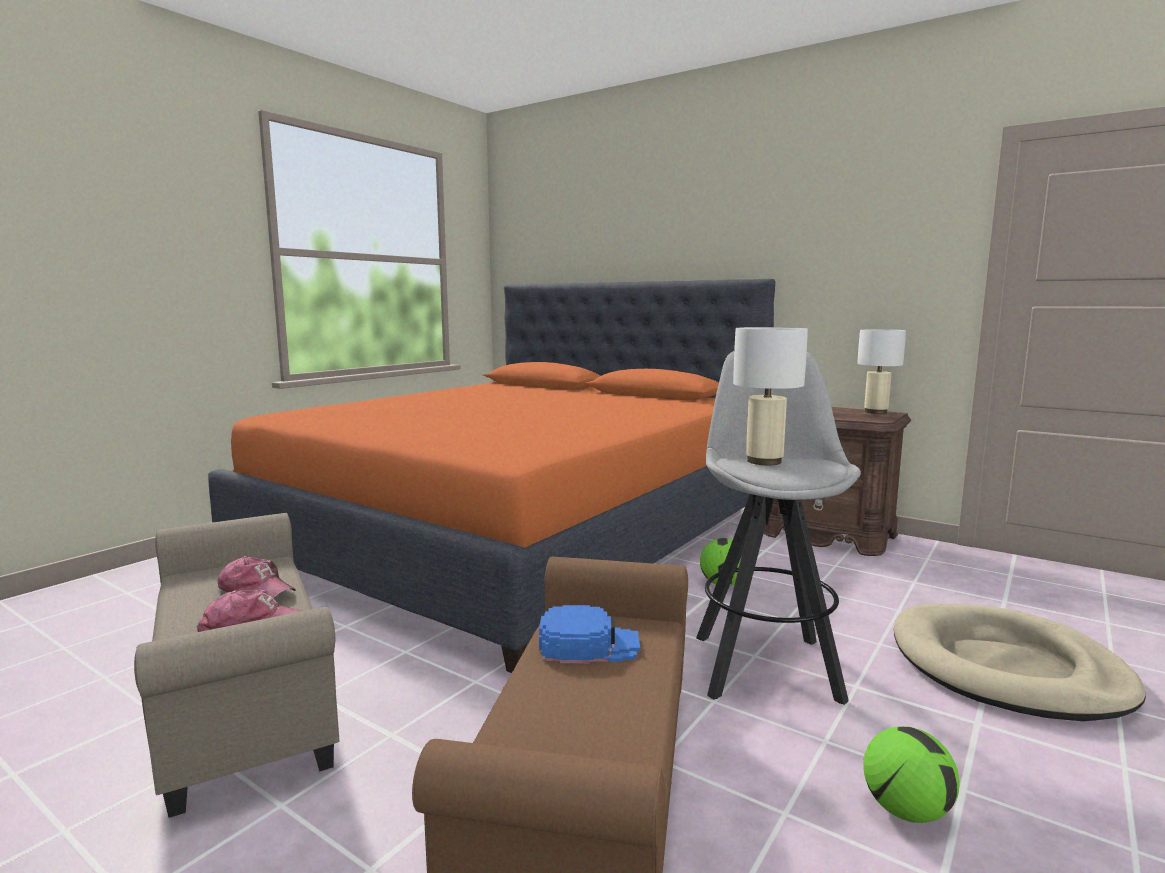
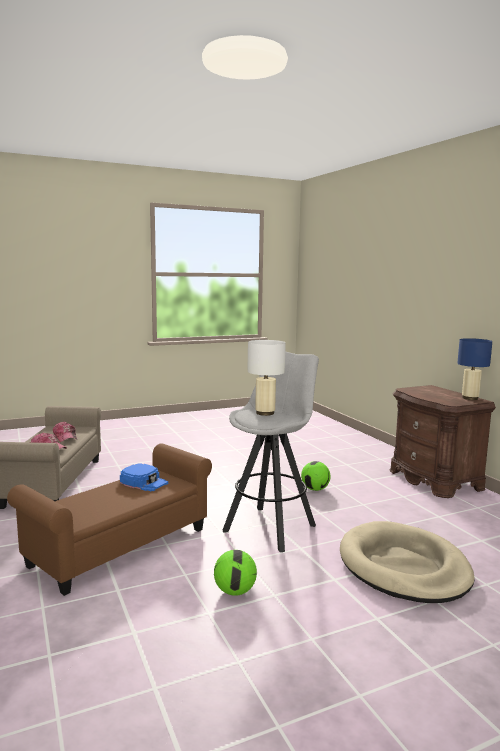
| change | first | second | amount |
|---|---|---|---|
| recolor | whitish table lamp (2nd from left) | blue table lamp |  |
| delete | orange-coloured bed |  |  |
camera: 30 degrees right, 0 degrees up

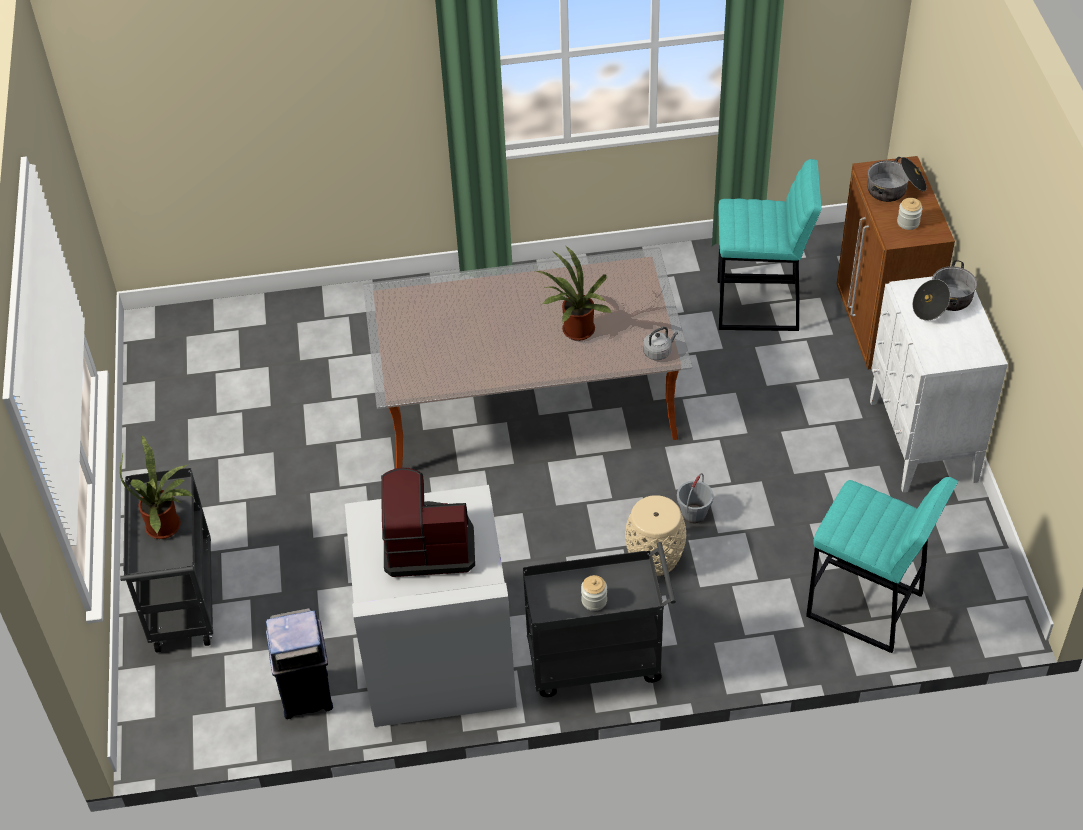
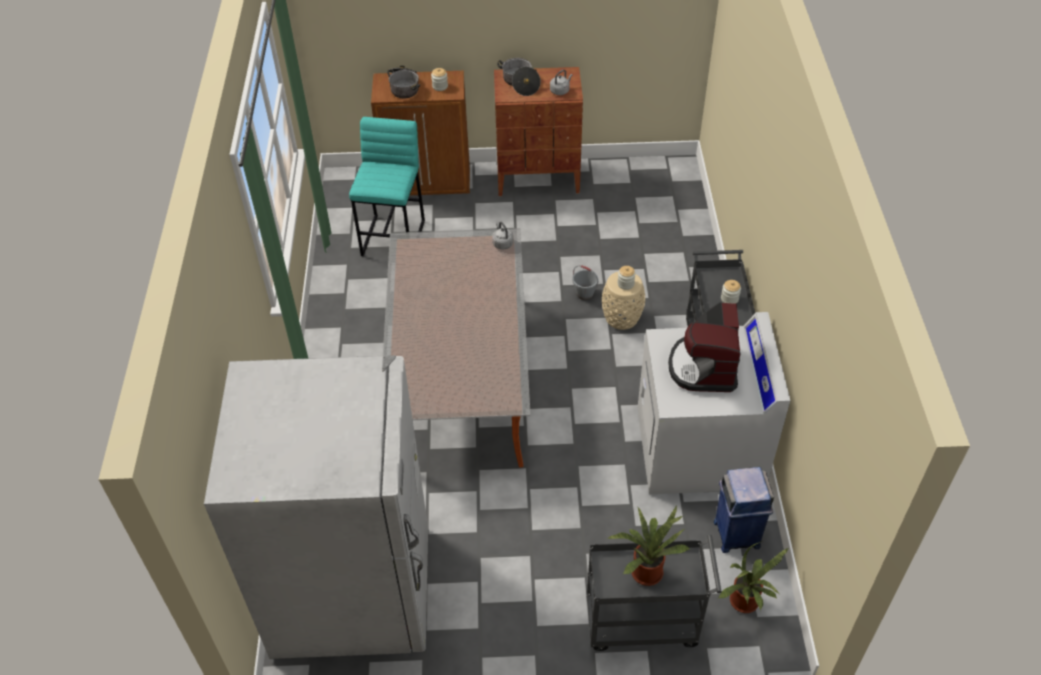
| change | first | second | amount |
|---|---|---|---|
| insert |  | whitish kitchen fridge |  |
| recolor | whitish dresser | brown dresser |  |
| insert |  | gray kettle (2nd from left) |  |
| insert |  | storage jar (2nd from left) |  |
| move | potted plant (2nd from left) |  |  |
| delete | blue-green sitting stool (2nd from left) |  |  |
camera: 85 degrees left, 0 degrees up

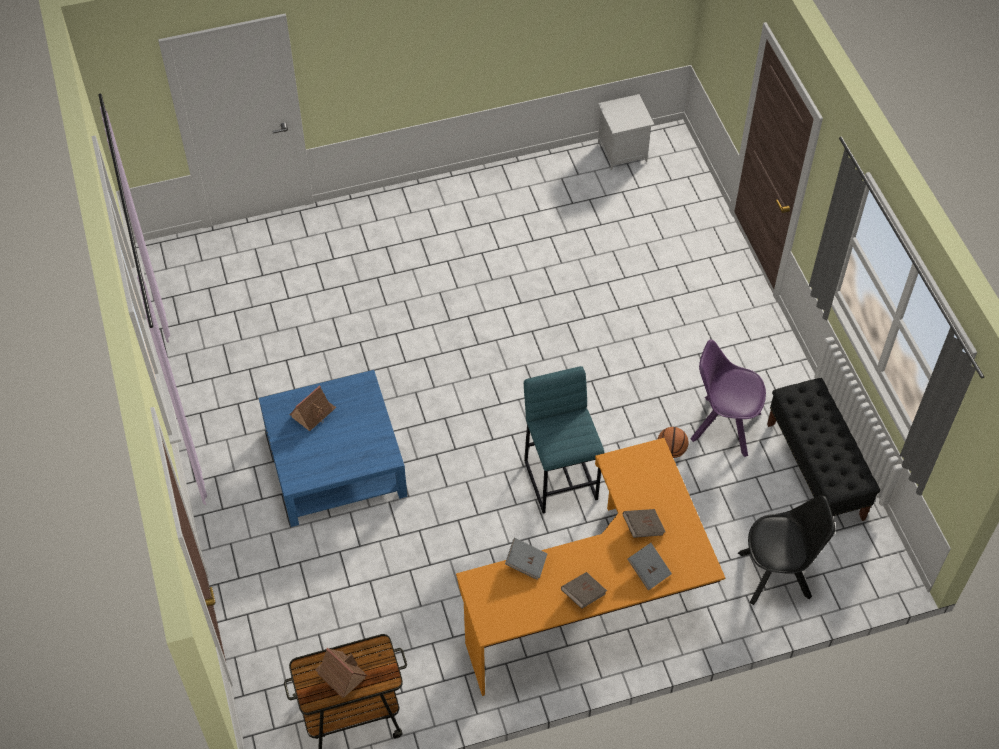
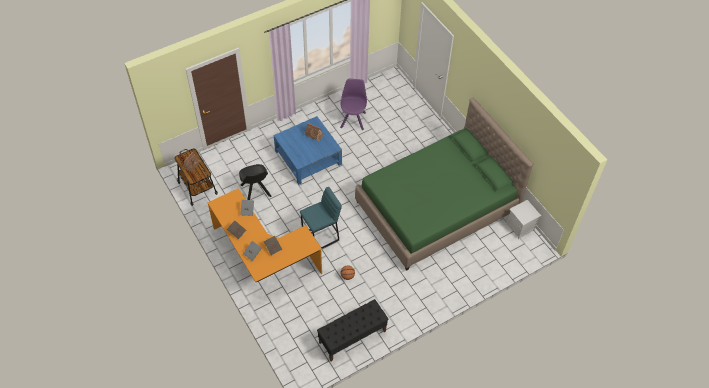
| change | first | second | amount |
|---|---|---|---|
| move | black chair |  |  |
| move | purplish chair |  |  |
| insert |  | greenish bed |  |
camera: 75 degrees right, 0 degrees up

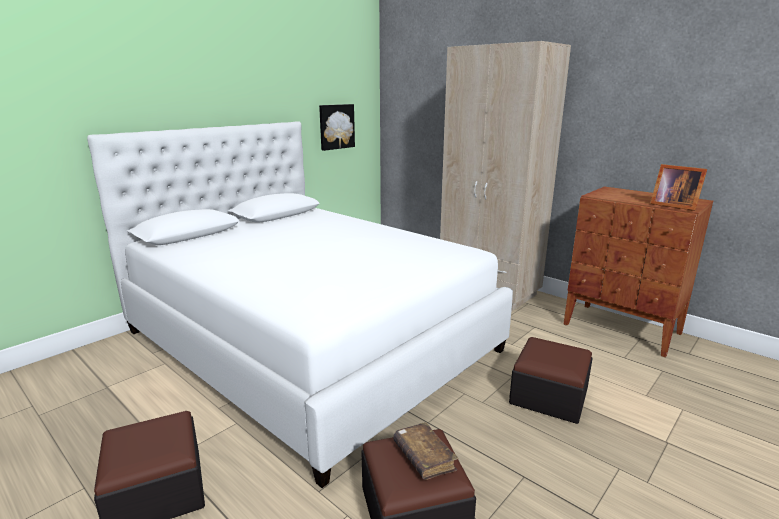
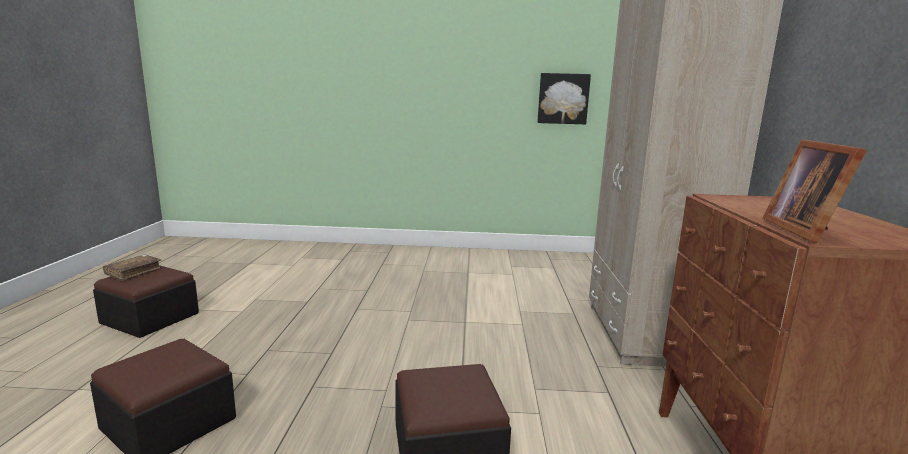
| change | first | second | amount |
|---|---|---|---|
| move | brown bound book |  |  |
| delete | whitish bed |  |  |
camera: 50 degrees right, 5 degrees down

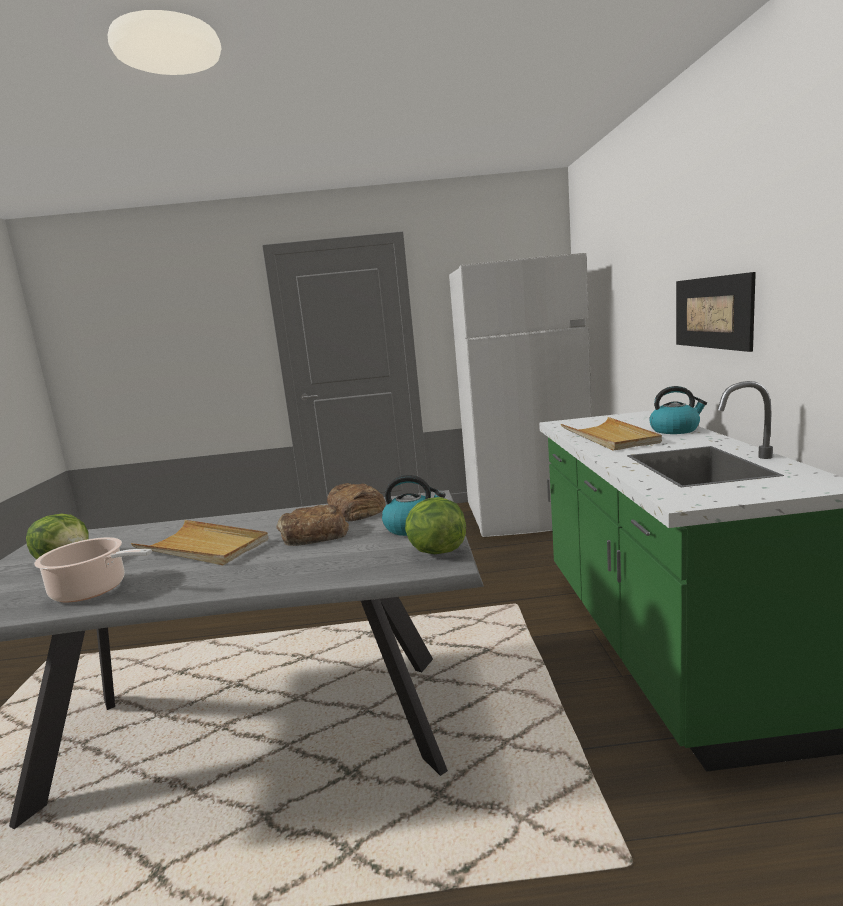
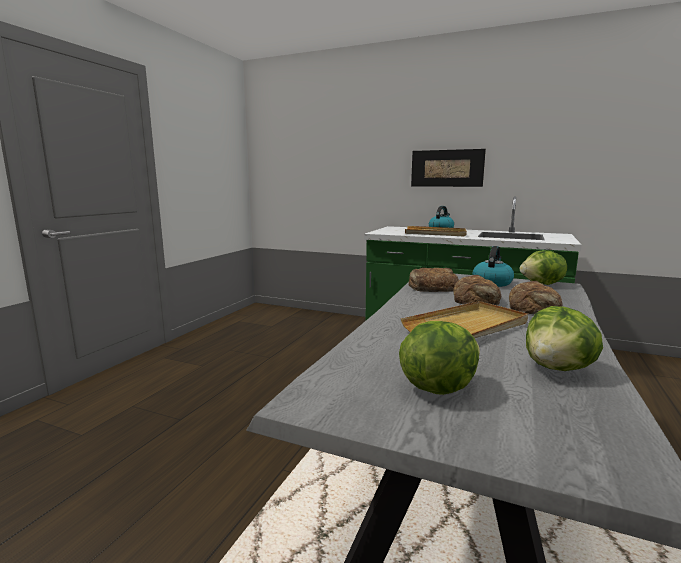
| change | first | second | amount |
|---|---|---|---|
| insert |  | bread (3rd from left) |  |
| replace | saucepot | head of lettuce (3rd from left) |  |
| delete | whitish kitchen fridge |  |  |
camera: 65 degrees left, 0 degrees up

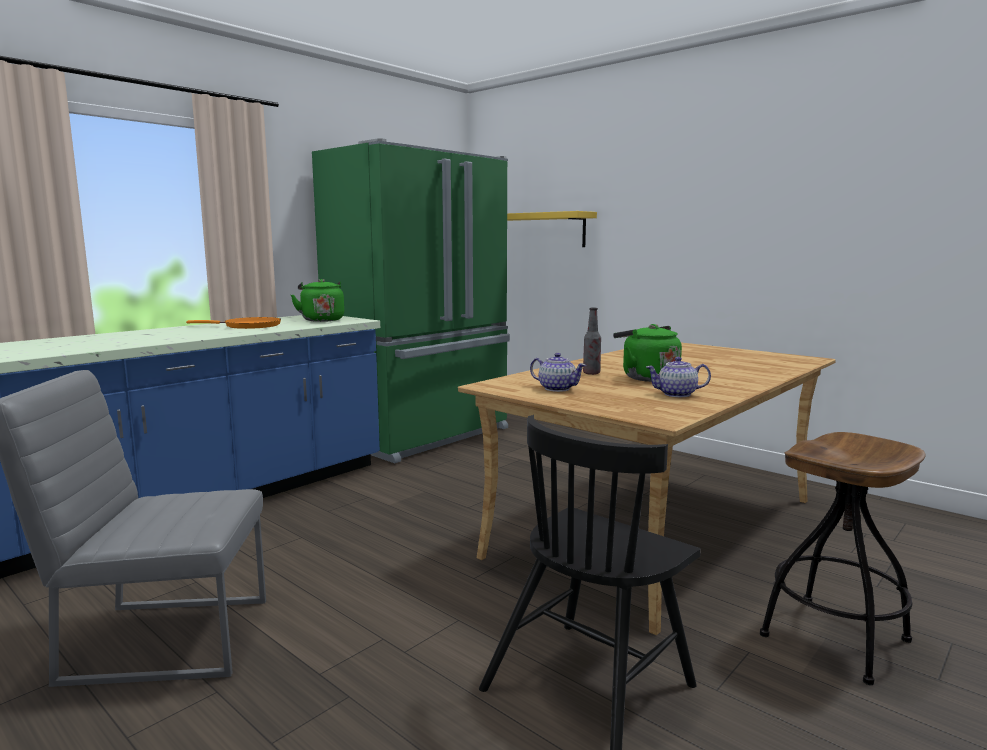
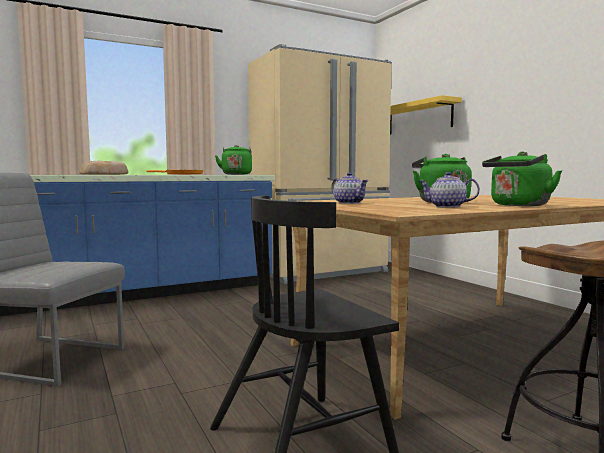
| change | first | second | amount |
|---|---|---|---|
| insert |  | bread |  |
| recolor | greenish kitchen fridge | beige-coloured kitchen fridge |  |
| insert |  | greenish kettle (3rd from left) |  |
| delete | bottle |  |  |
camera: 20 degrees right, 5 degrees down

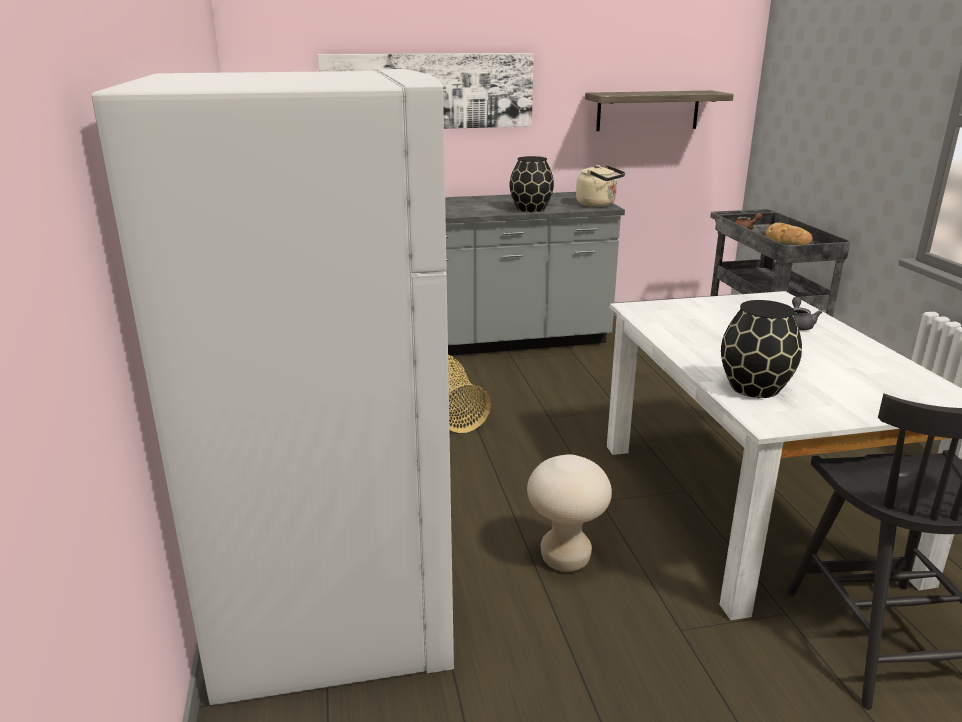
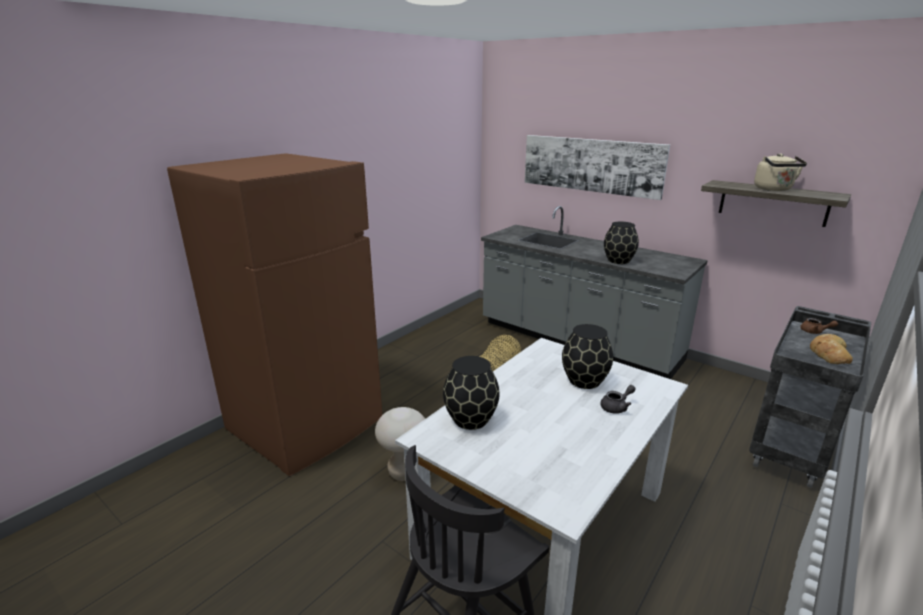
| change | first | second | amount |
|---|---|---|---|
| recolor | whitish kitchen fridge | brown kitchen fridge |  |
| insert |  | black vase (2nd from left) |  |
| move | beige-coloured kettle |  |  |
camera: 50 degrees right, 0 degrees up

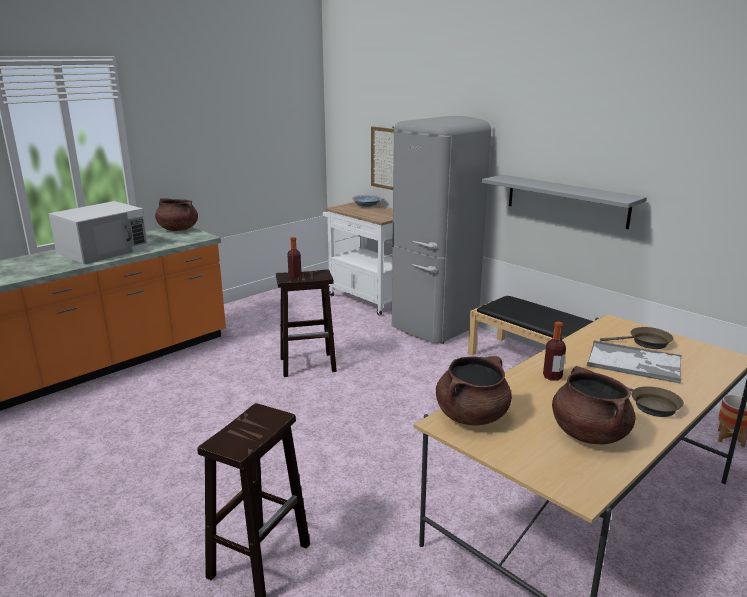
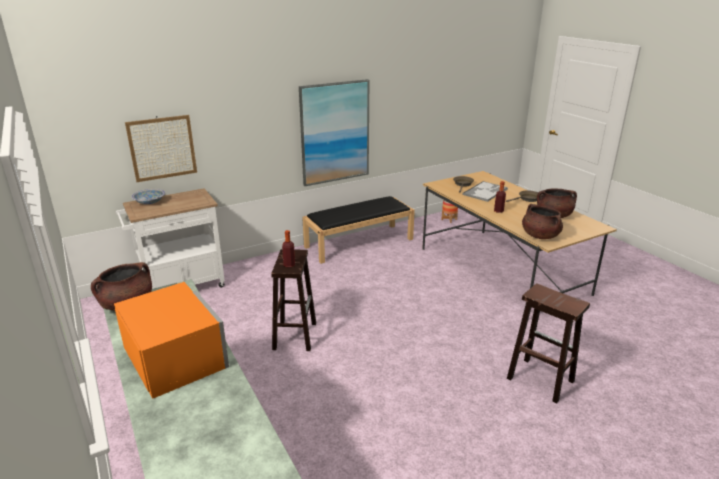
| change | first | second | amount |
|---|---|---|---|
| recolor | whitish microwave | orange-coloured microwave |  |
| replace | gray bracket shelf | picture (2nd from left) |  |
| delete | gray kitchen fridge |  |  |
camera: 75 degrees left, 5 degrees up

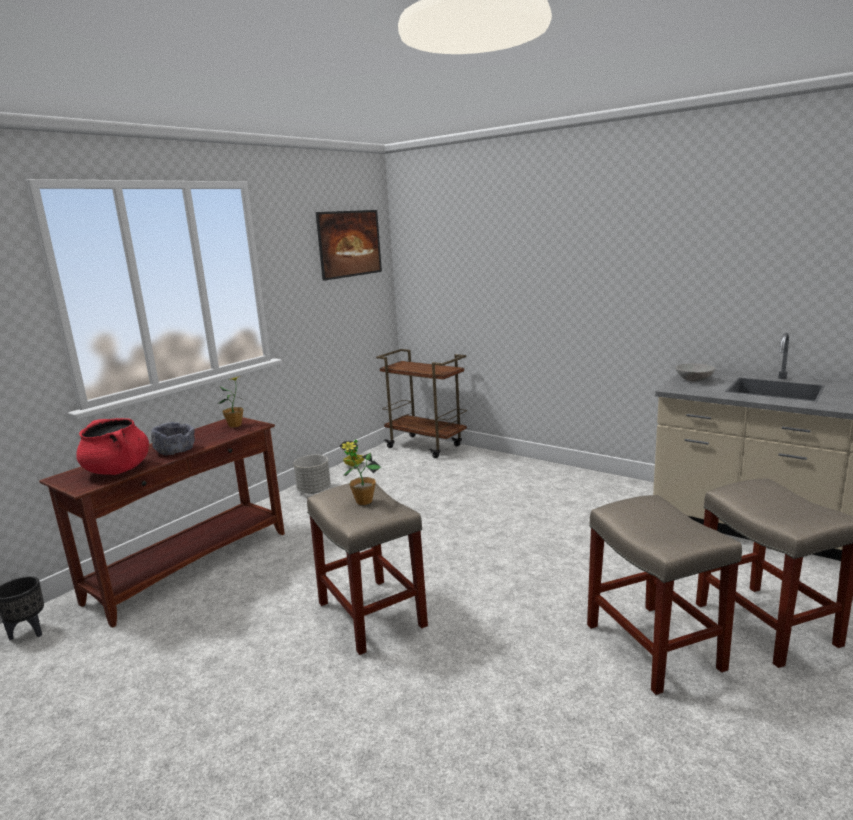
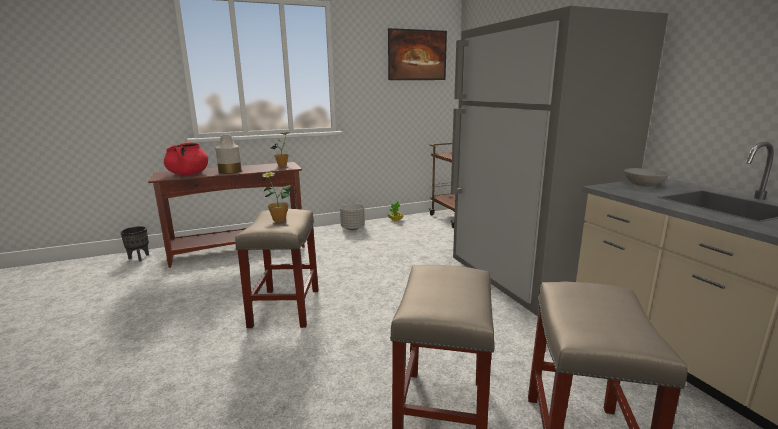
| change | first | second | amount |
|---|---|---|---|
| replace | gray bowl (1st from left) | beige-coloured vase |  |
| insert |  | gray kitchen fridge |  |
camera: 30 degrees right, 0 degrees up

